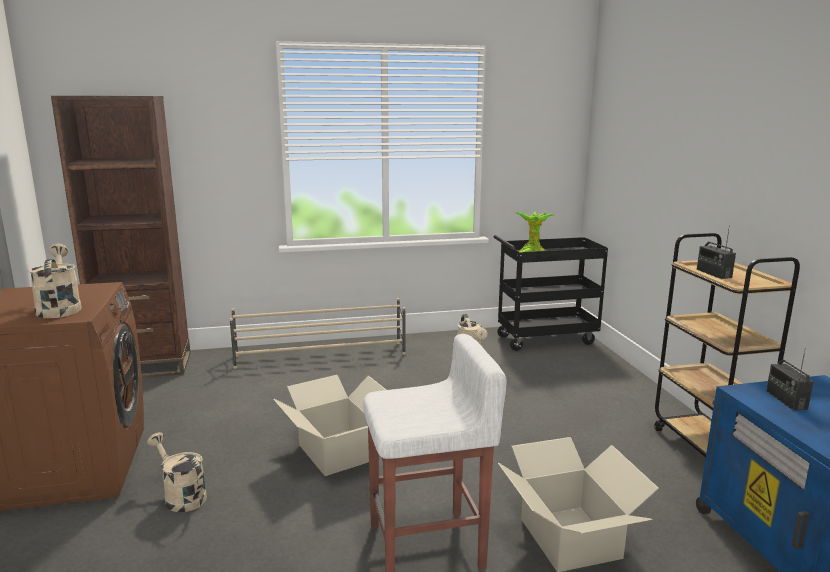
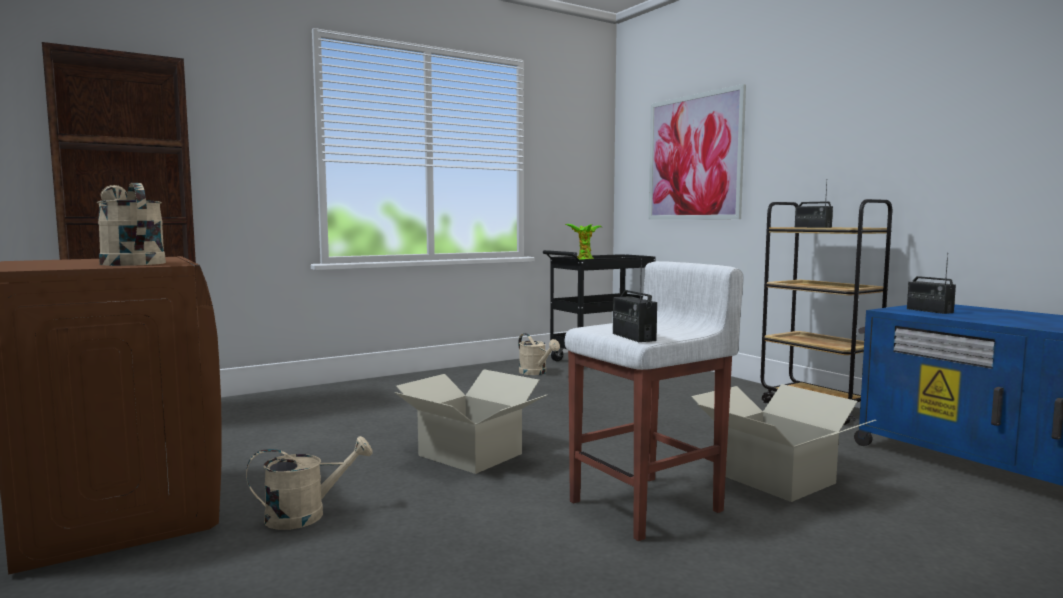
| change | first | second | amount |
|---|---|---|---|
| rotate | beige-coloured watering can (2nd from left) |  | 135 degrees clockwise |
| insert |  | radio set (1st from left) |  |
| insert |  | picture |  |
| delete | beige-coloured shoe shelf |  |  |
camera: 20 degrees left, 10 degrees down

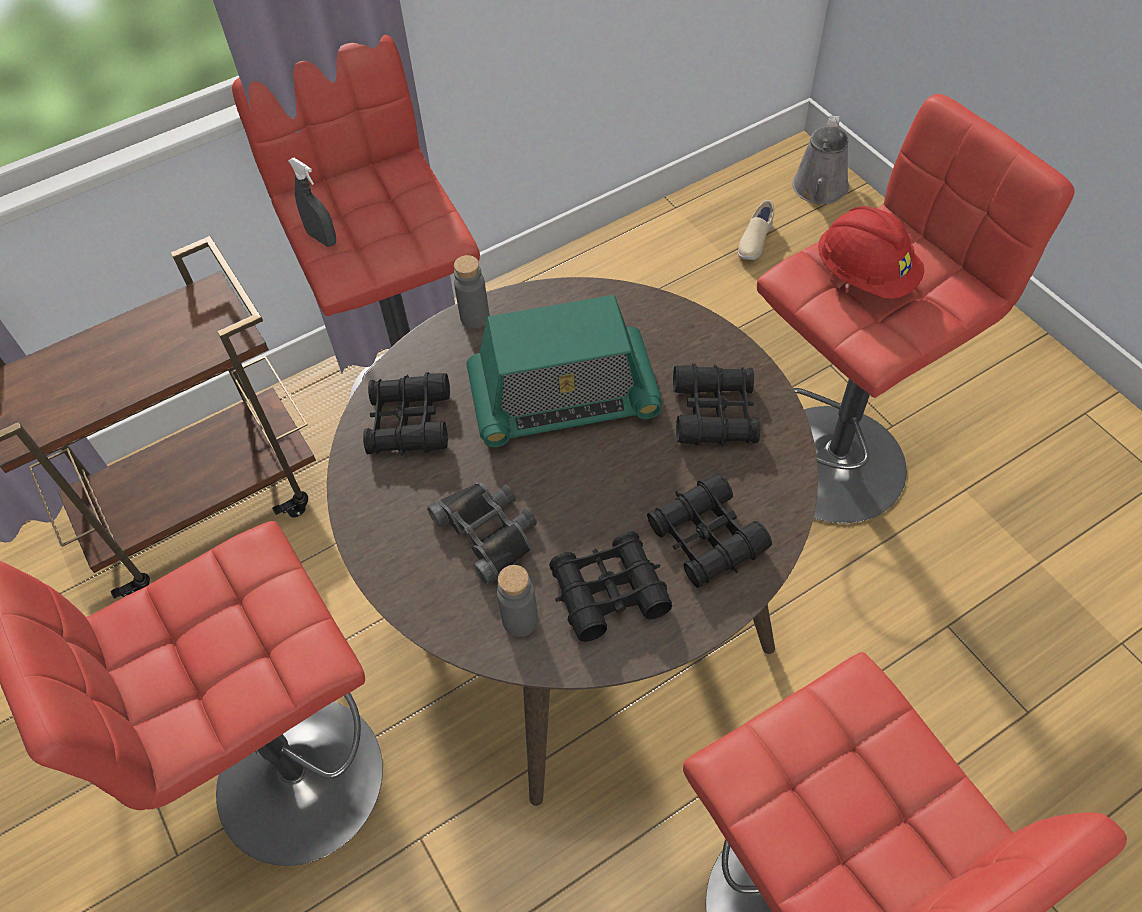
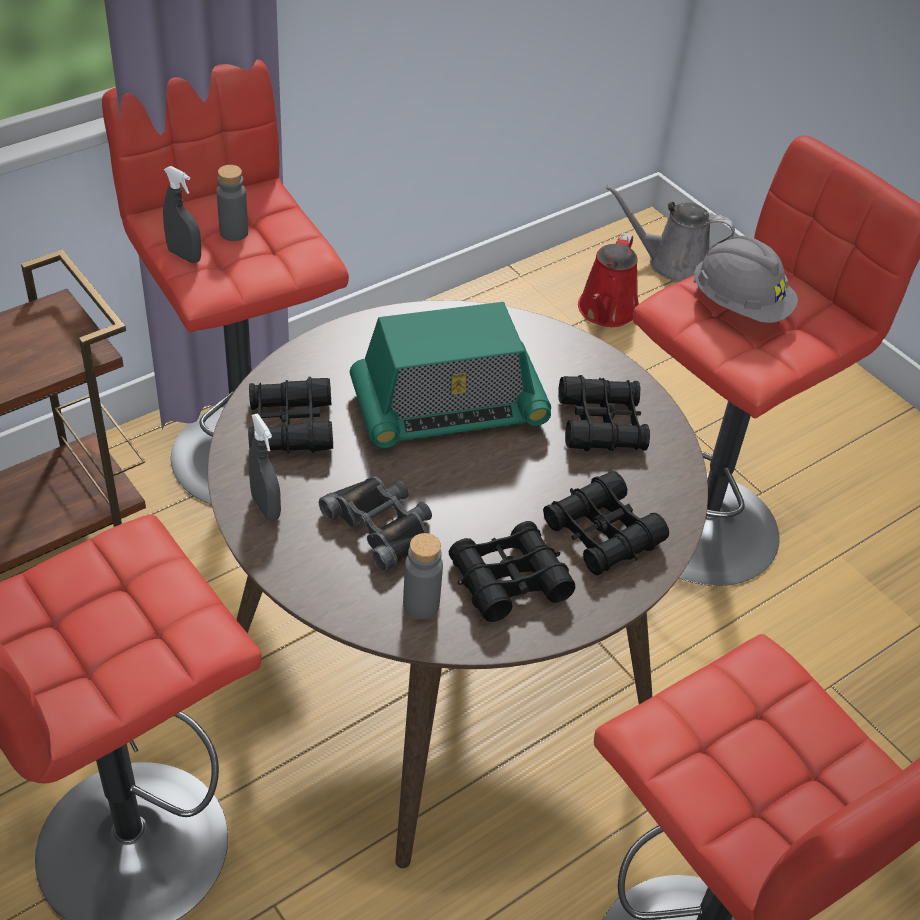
| change | first | second | amount |
|---|---|---|---|
| move | gray bottle (1st from left) |  |  |
| insert |  | gray spray bottle (2nd from left) |  |
| replace | beige-coloured low shoe | reddish watering can |  |
| rotate | gray watering can |  | 90 degrees clockwise |
| recolor | reddish safety helmet | gray safety helmet |  |
camera: 10 degrees left, 10 degrees down

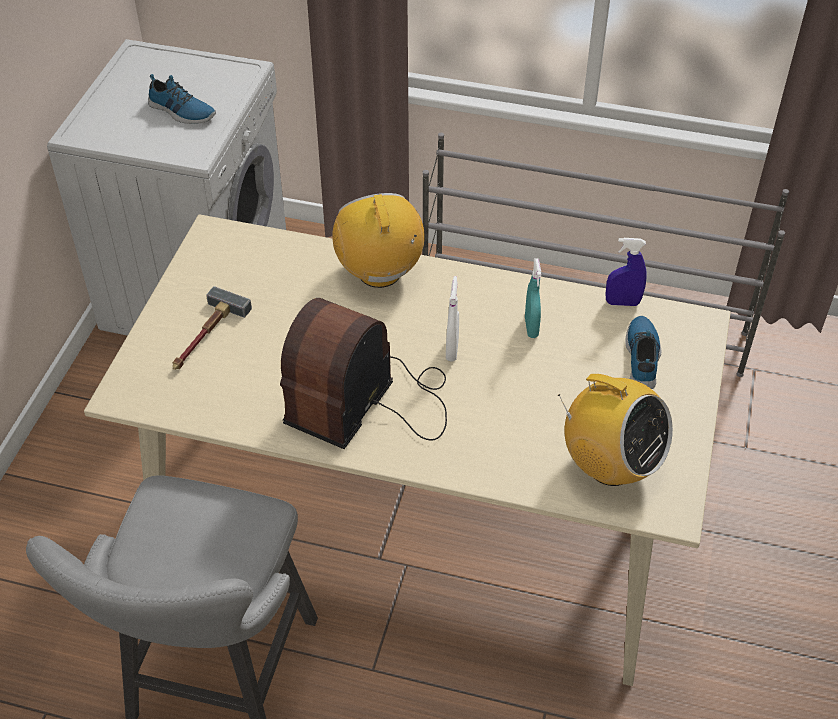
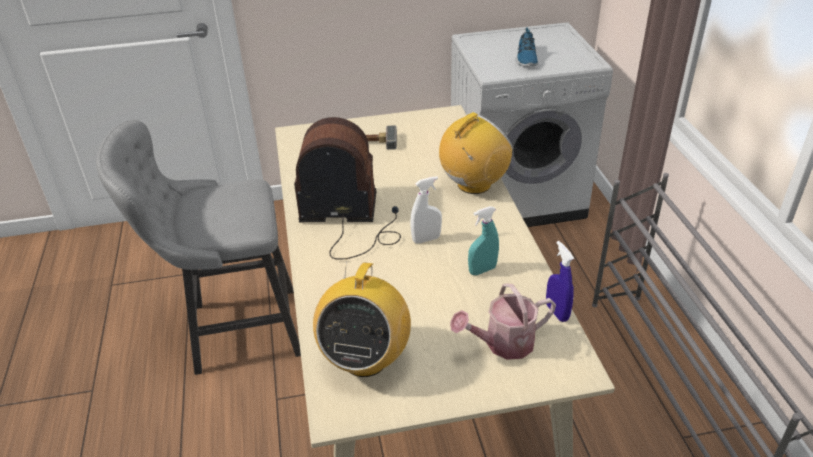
| change | first | second | amount |
|---|---|---|---|
| replace | low shoe (2nd from left) | watering can |  |
camera: 65 degrees right, 10 degrees down

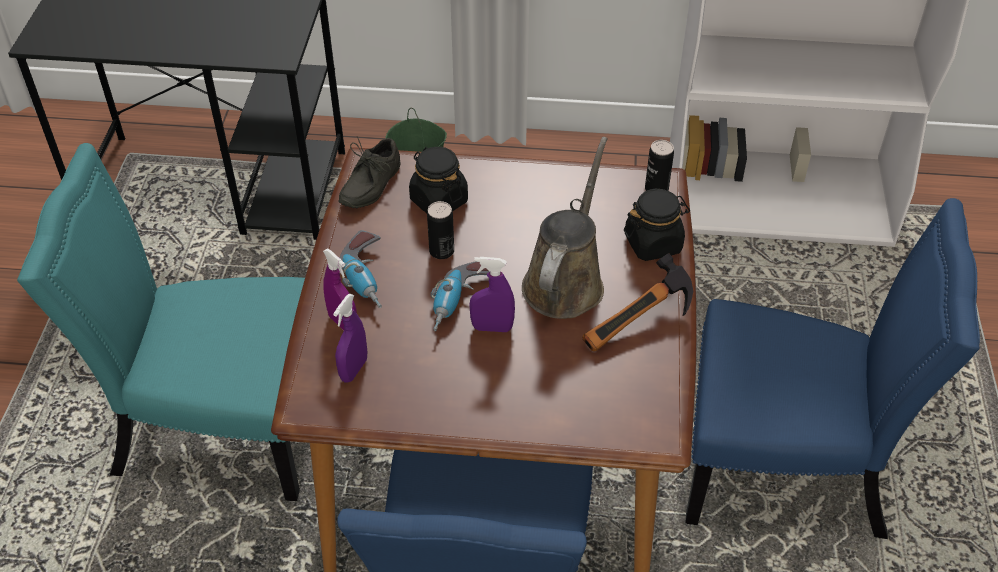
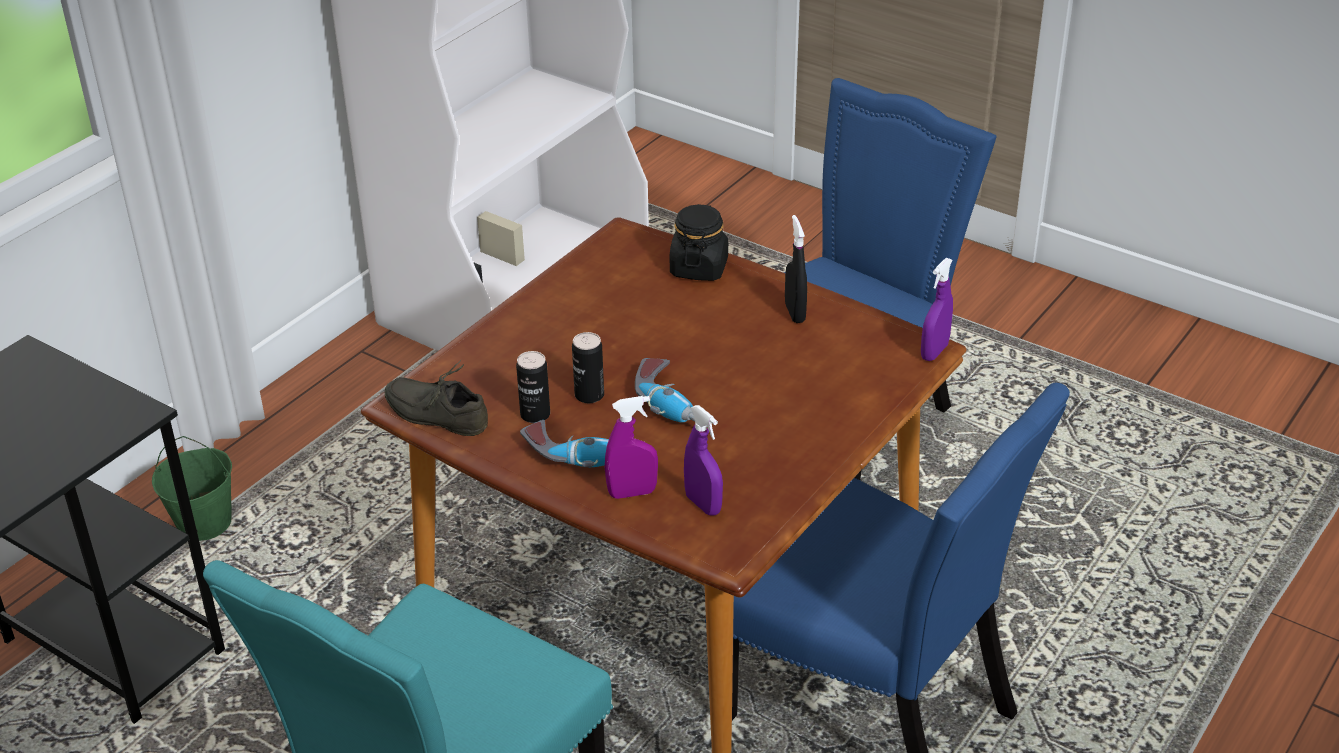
| change | first | second | amount |
|---|---|---|---|
| rotate | gray low shoe |  | 150 degrees clockwise |
| move | can (2nd from left in the first image) | can (1st from left) |  |
| replace | tool hammer | black spray bottle |  |
| move | purplish spray bottle (3rd from left) |  |  |
| delete | black storage jar (1st from left) |  |  |
| delete | brown watering can |  |  |
camera: 60 degrees left, 10 degrees down

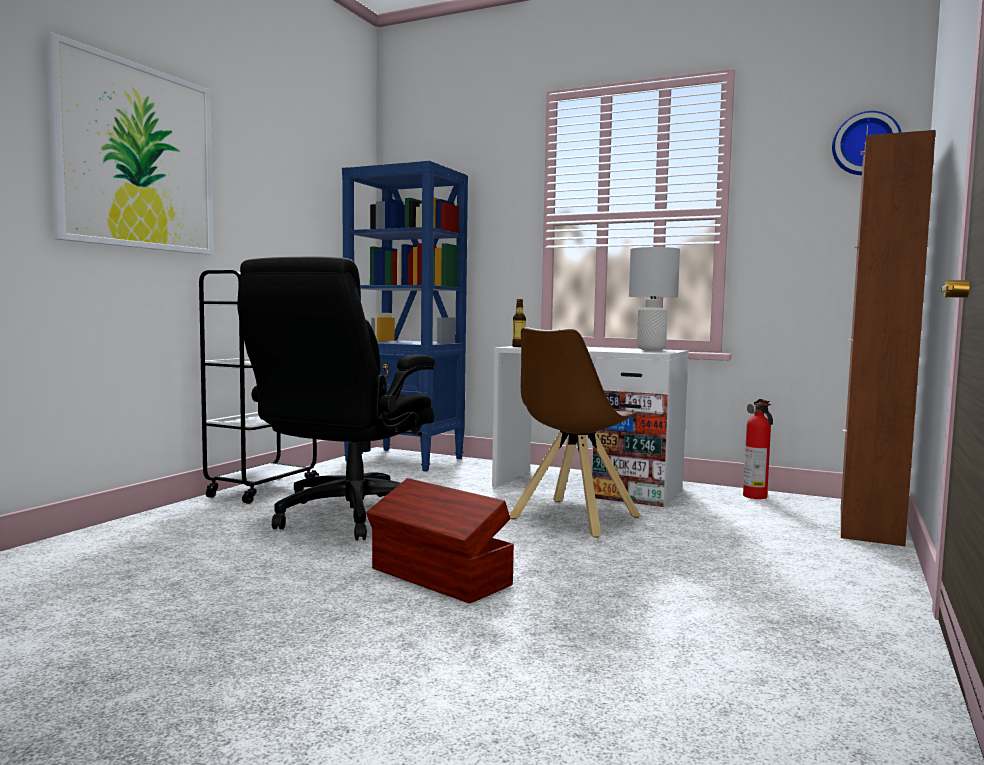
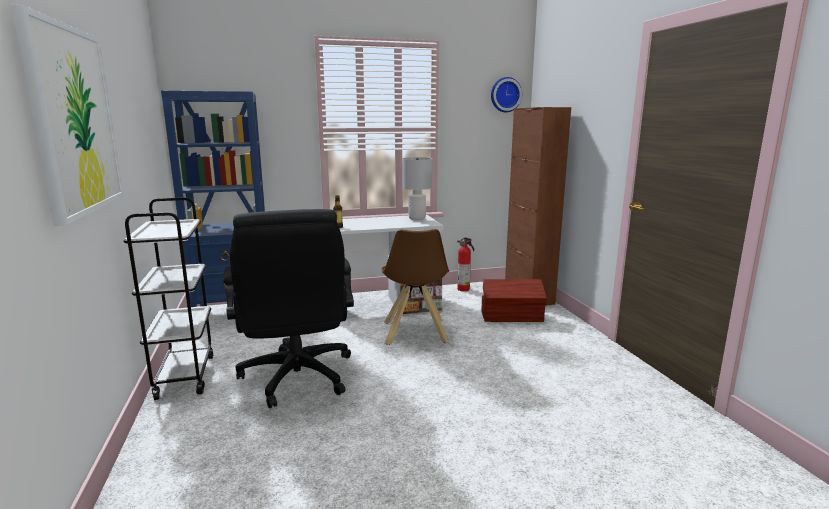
| change | first | second | amount |
|---|---|---|---|
| move | brown storage box |  |  |
camera: 40 degrees left, 10 degrees up

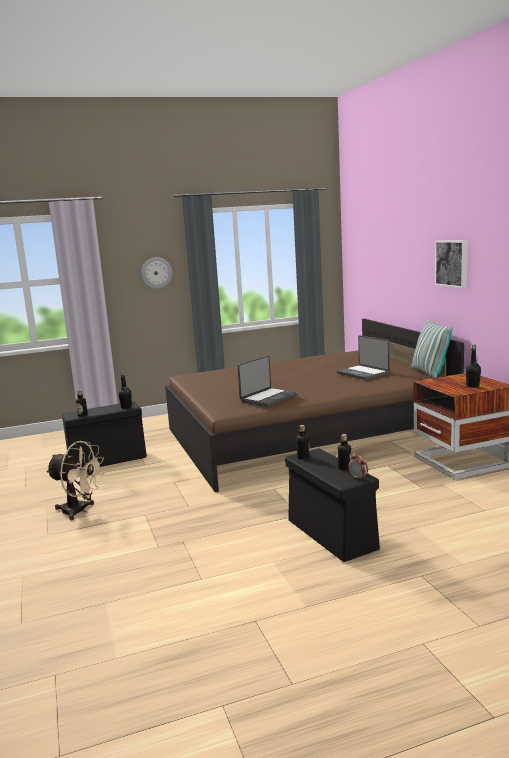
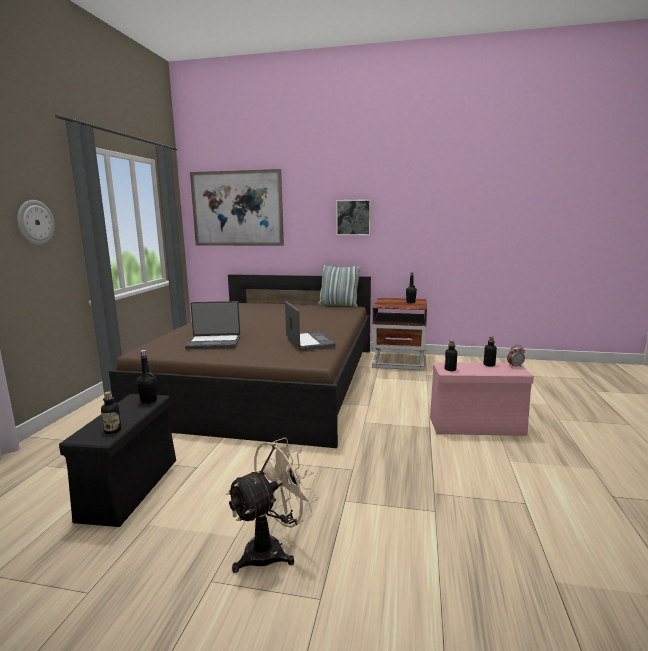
| change | first | second | amount |
|---|---|---|---|
| move | notebook computer (2nd from left in the first image) | notebook computer (1st from left) |  |
| insert |  | picture (1st from left) |  |
| recolor | black storage box (2nd from left) | pink storage box |  |
camera: 60 degrees left, 0 degrees up

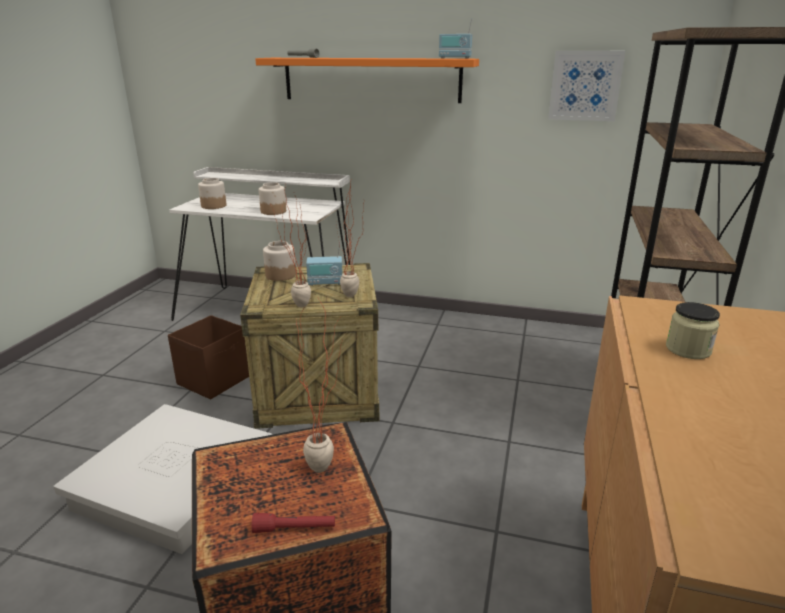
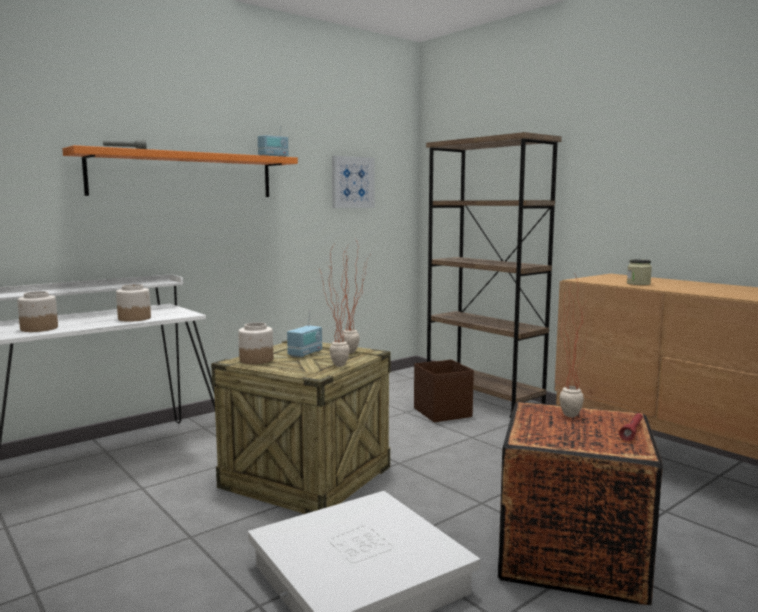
| change | first | second | amount |
|---|---|---|---|
| move | brown storage box |  |  |
camera: 55 degrees left, 15 degrees down

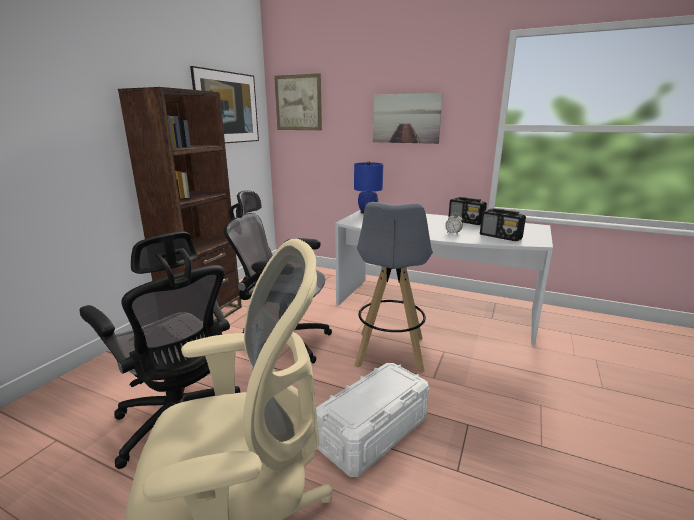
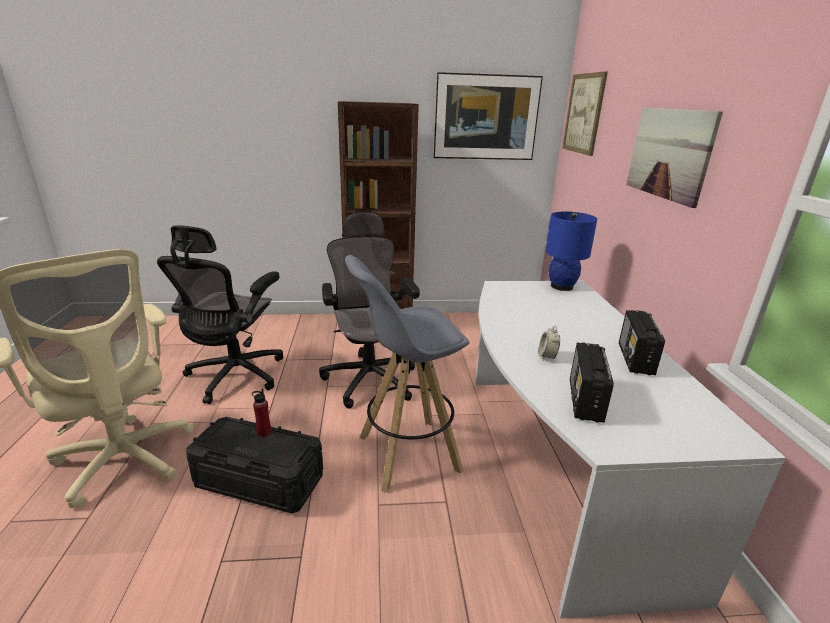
| change | first | second | amount |
|---|---|---|---|
| recolor | whitish storage box | black storage box |  |
| insert |  | reddish bottle |  |
camera: 60 degrees right, 5 degrees up

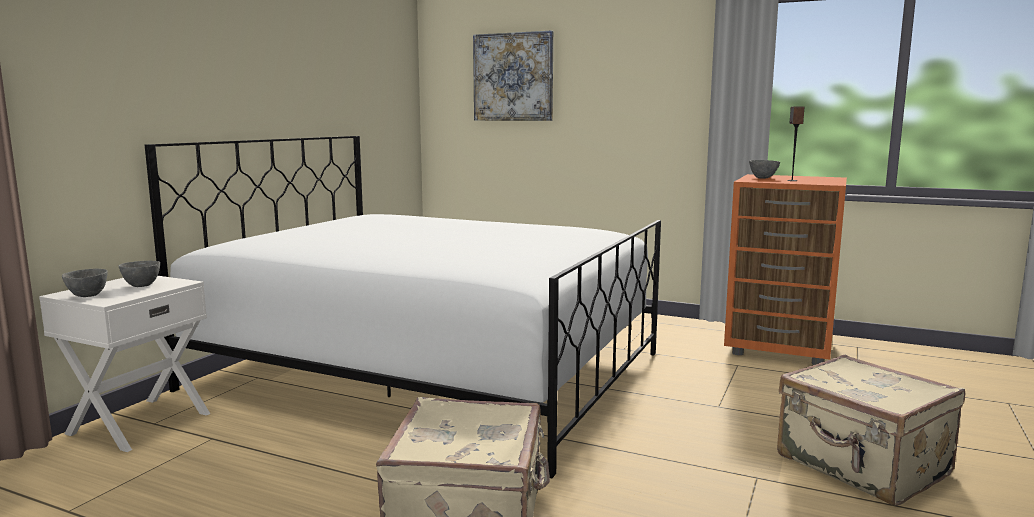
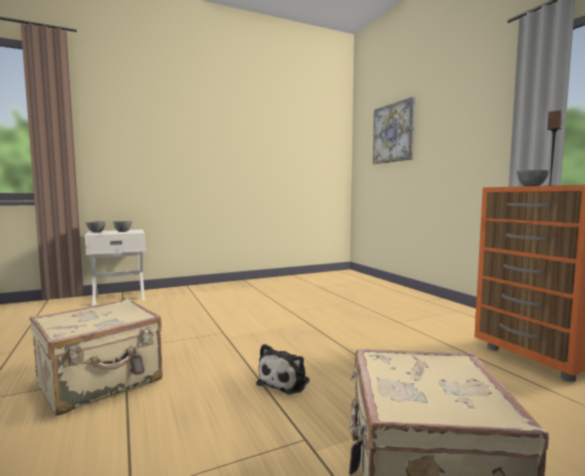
| change | first | second | amount |
|---|---|---|---|
| insert |  | plush toy |  |
| delete | whitish bed |  |  |
camera: 40 degrees right, 5 degrees down

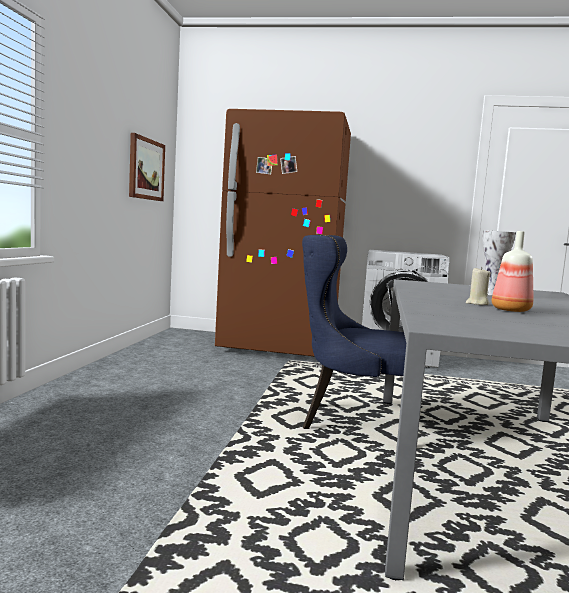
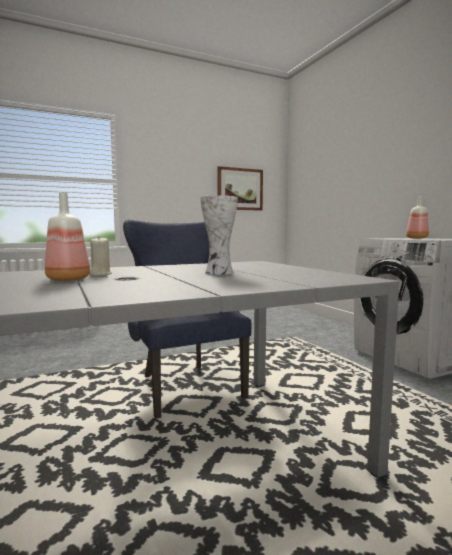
| change | first | second | amount |
|---|---|---|---|
| insert |  | bottle (2nd from left) |  |
| delete | brown kitchen fridge |  |  |
camera: 55 degrees right, 0 degrees up

